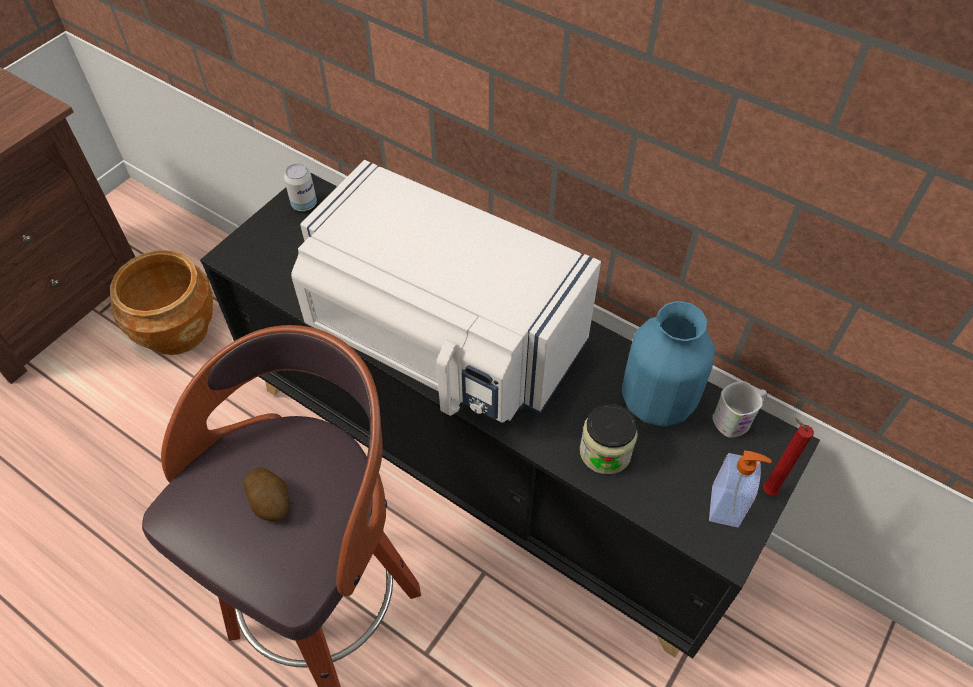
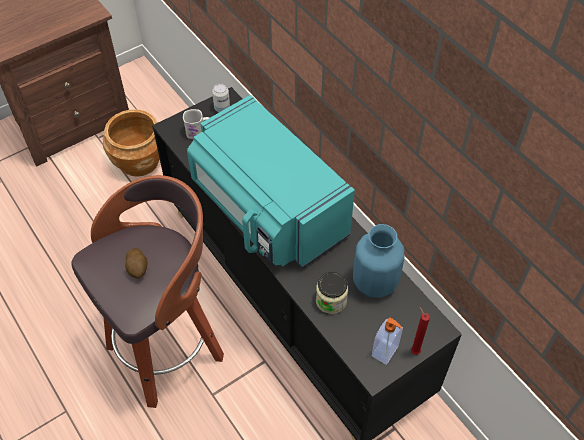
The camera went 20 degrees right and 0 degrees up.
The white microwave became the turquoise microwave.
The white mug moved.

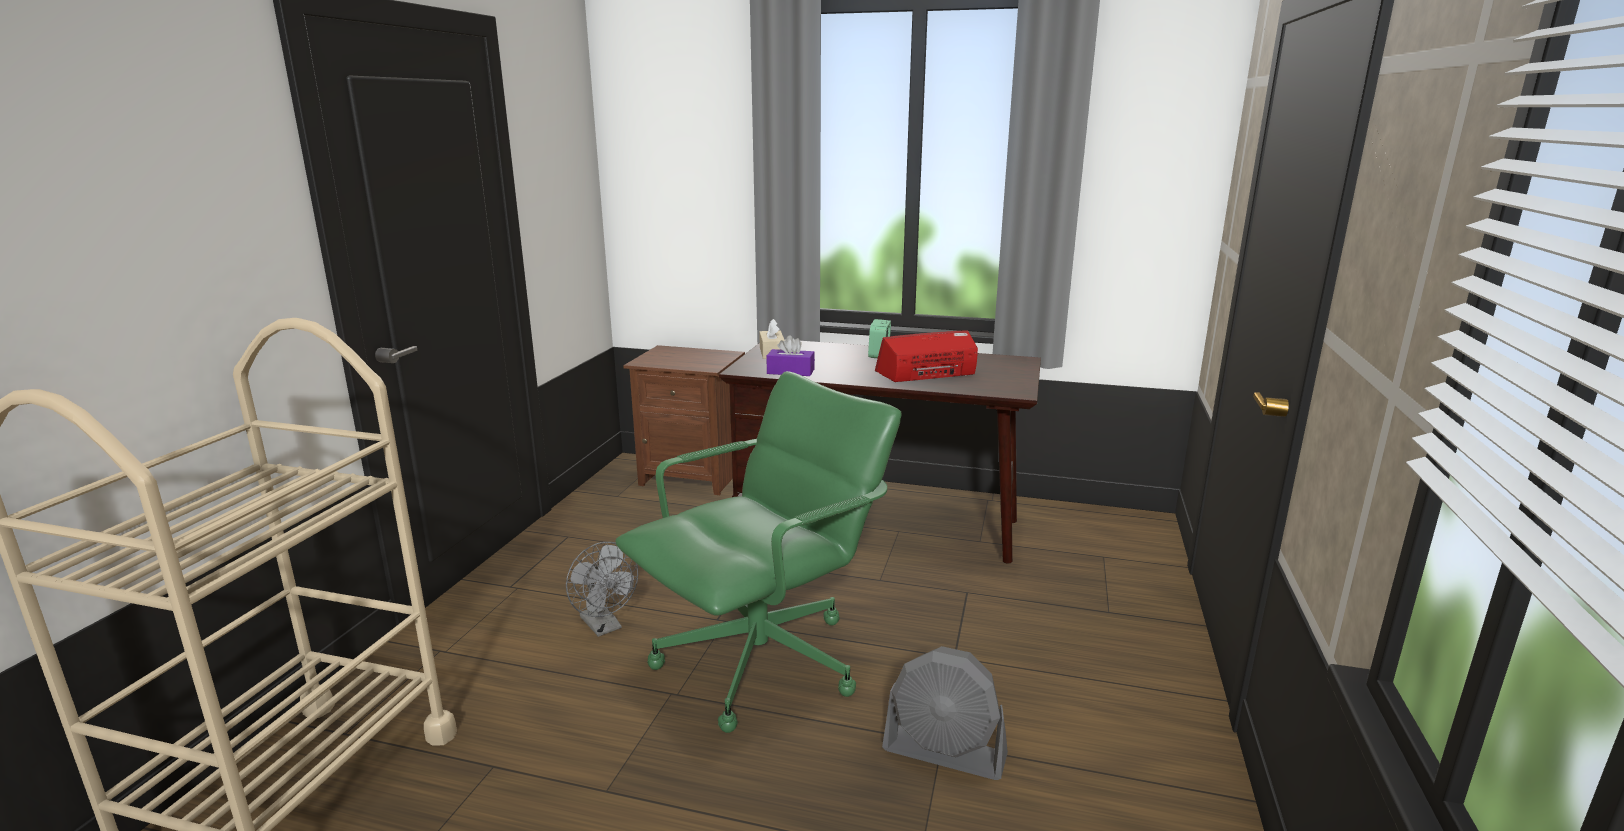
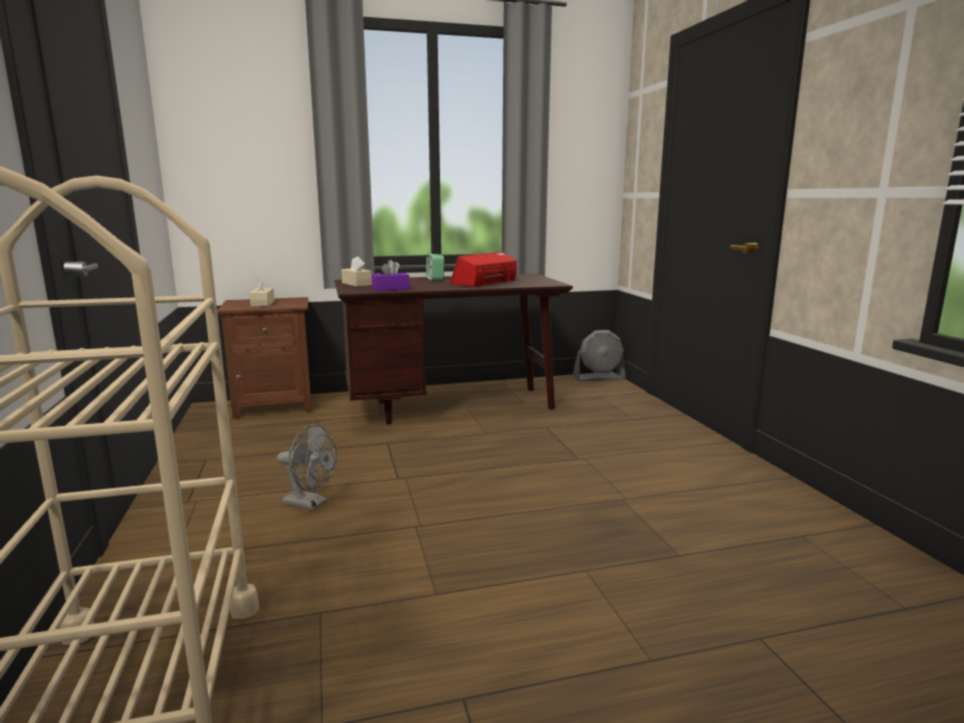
The camera went 30 degrees left and 5 degrees down.
The green office chair disappeared.
The grey fan (no. 2 from left) moved.
The beige tissue box (no. 1 from left) appeared.

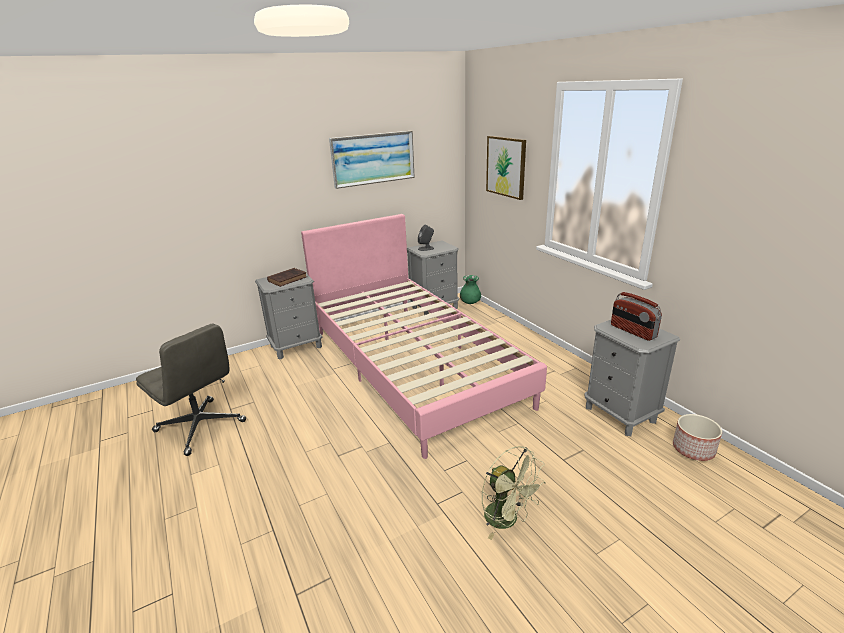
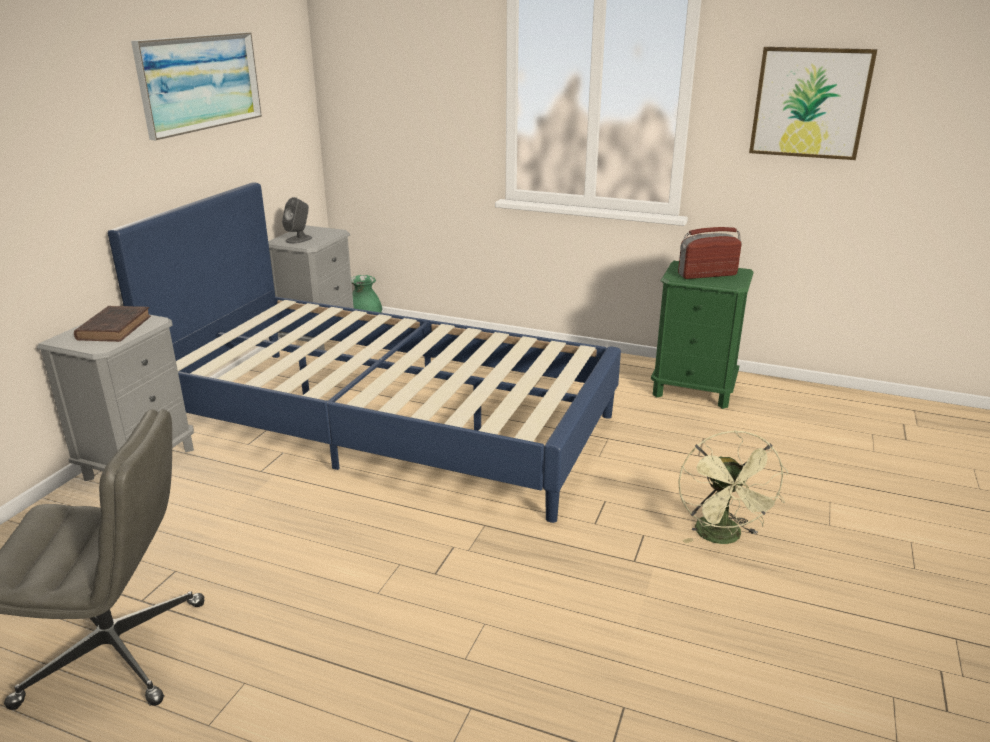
The camera went 40 degrees left and 0 degrees up.
The picture (no. 2 from left) moved.
The pink bed became the blue bed.
The radio turned 150 degrees clockwise.
The grey nightstand (no. 3 from left) became the green nightstand.
The planter disappeared.
The green fan turned 75 degrees clockwise.

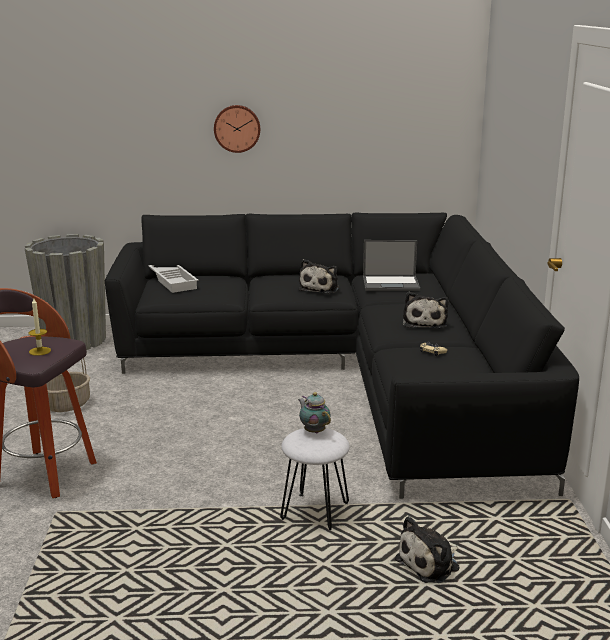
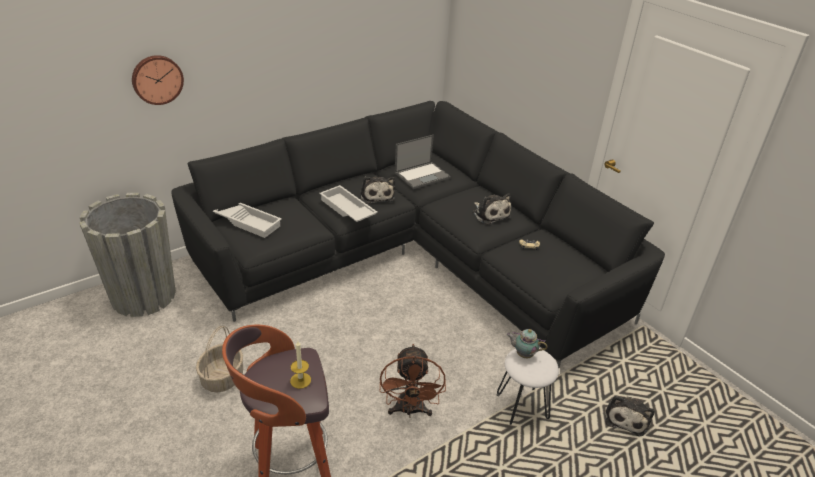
The camera went 35 degrees left and 15 degrees up.
The wall clock moved.
The white tray (no. 2 from left) appeared.
The brown fan appeared.

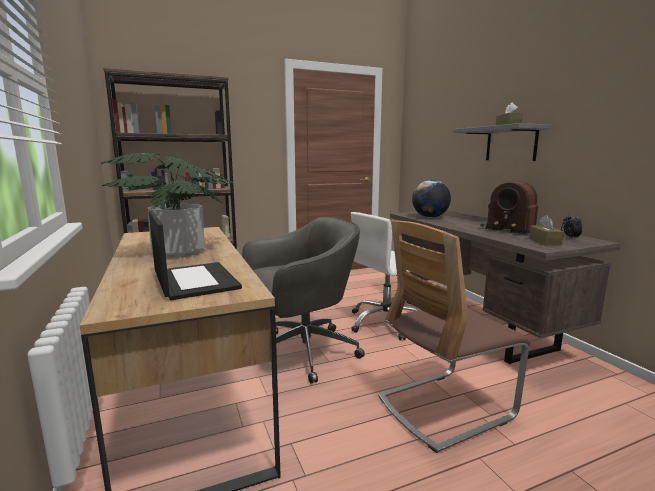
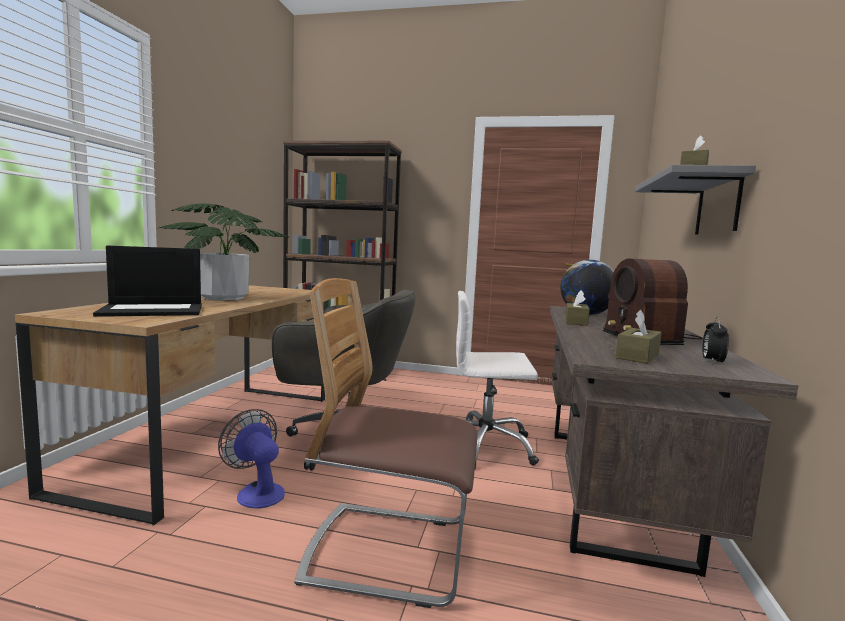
The camera went 35 degrees right and 5 degrees down.
The laptop turned 60 degrees clockwise.
The brown tissue box (no. 1 from left) appeared.
The fan appeared.

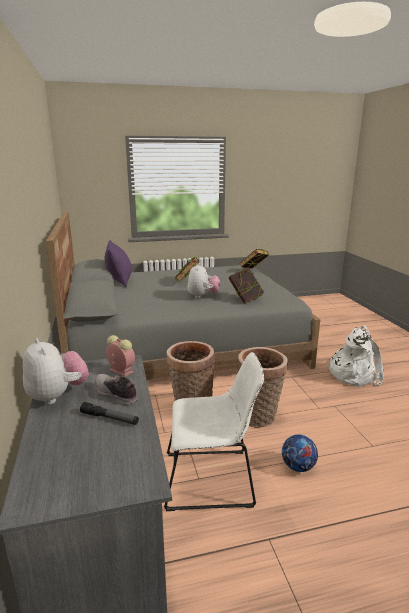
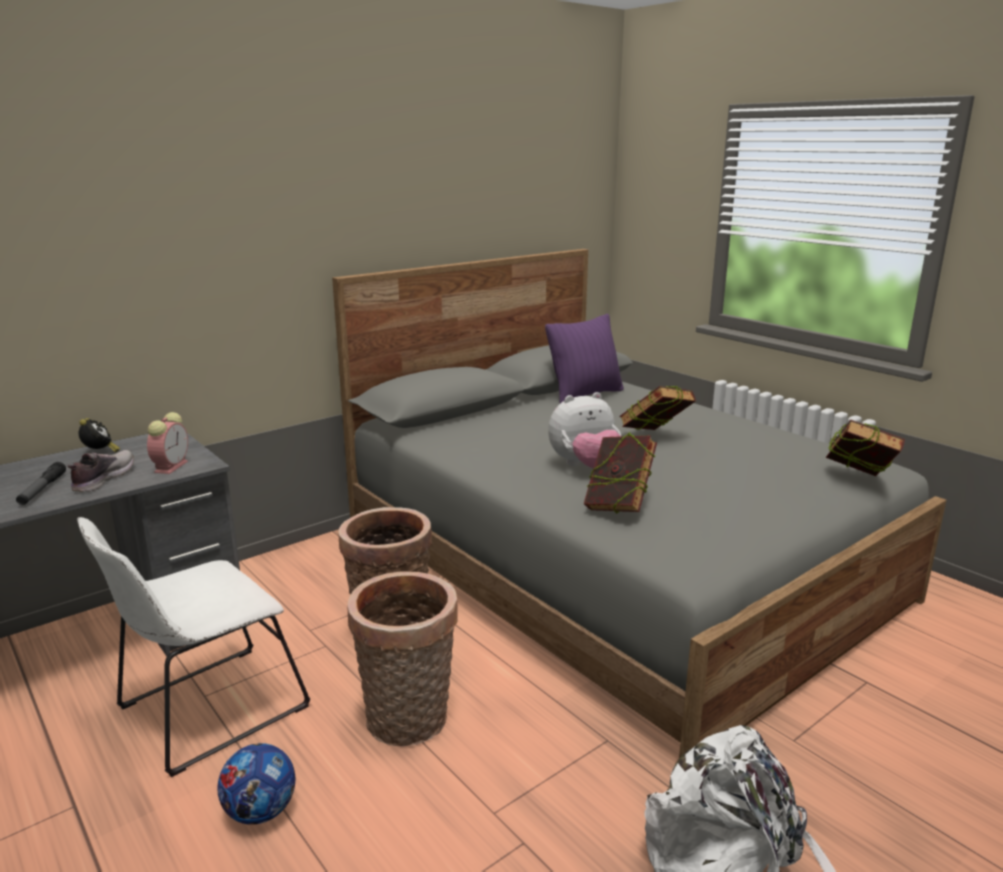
The camera went 65 degrees right and 0 degrees up.
The plush toy (no. 1 from left) was replaced by the alarm clock (no. 1 from left).
The white chair turned 75 degrees clockwise.

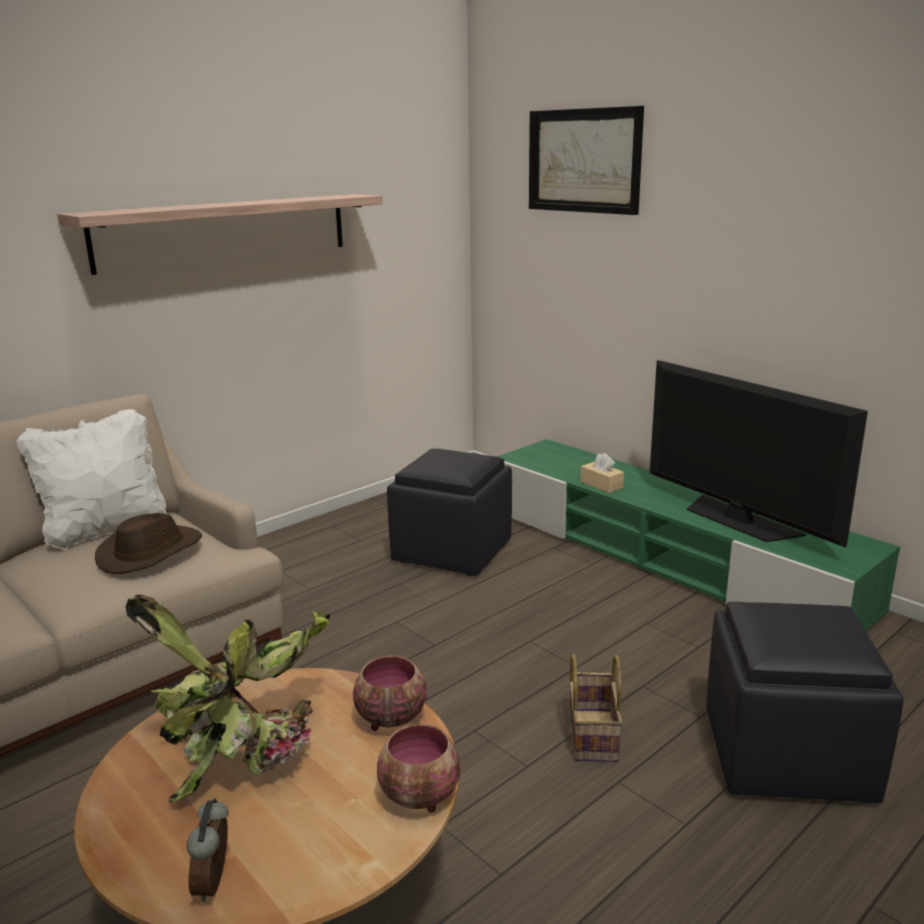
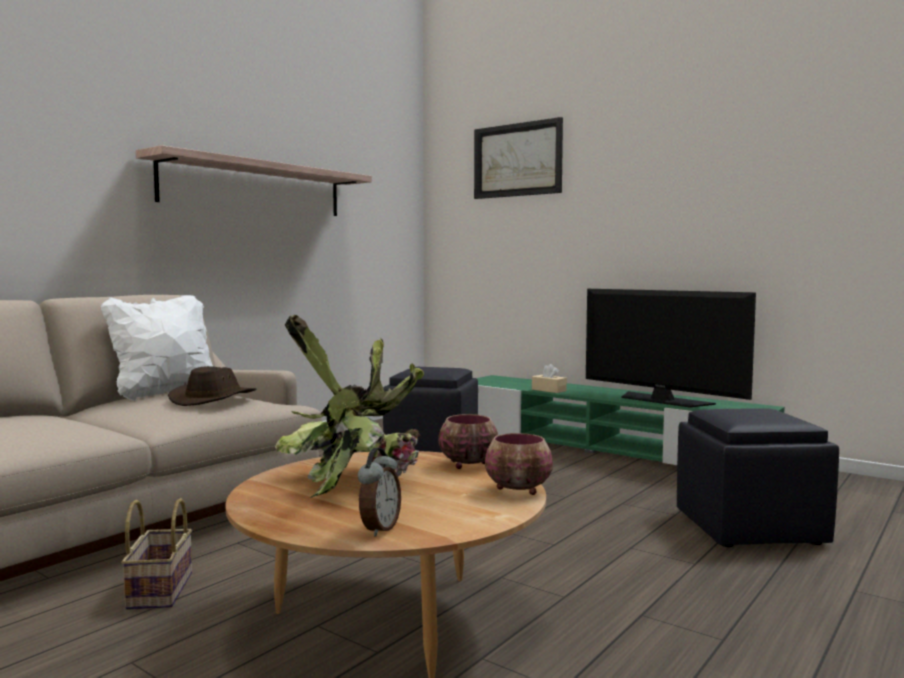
The camera went 10 degrees left and 15 degrees down.
The basket moved.
The alarm clock turned 150 degrees counterclockwise.

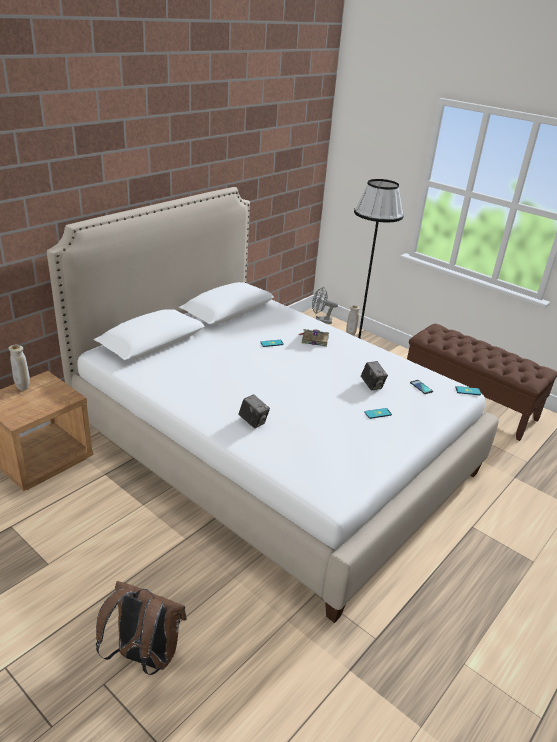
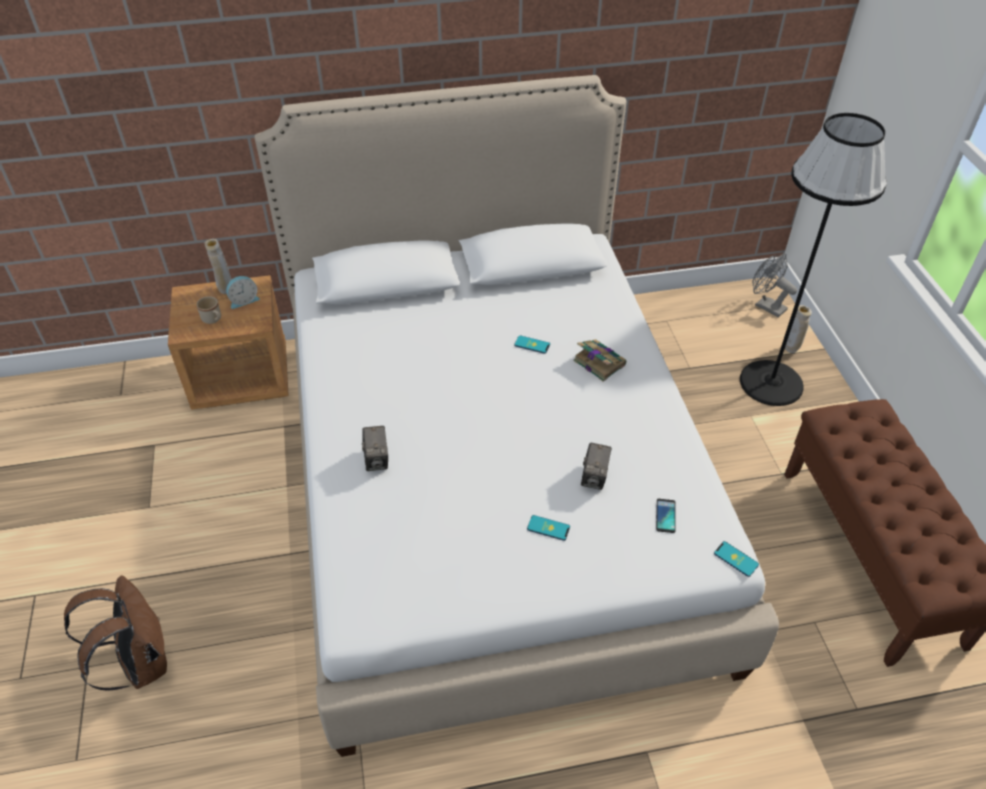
The camera went 40 degrees right and 15 degrees up.
The alarm clock appeared.
The beige mug appeared.

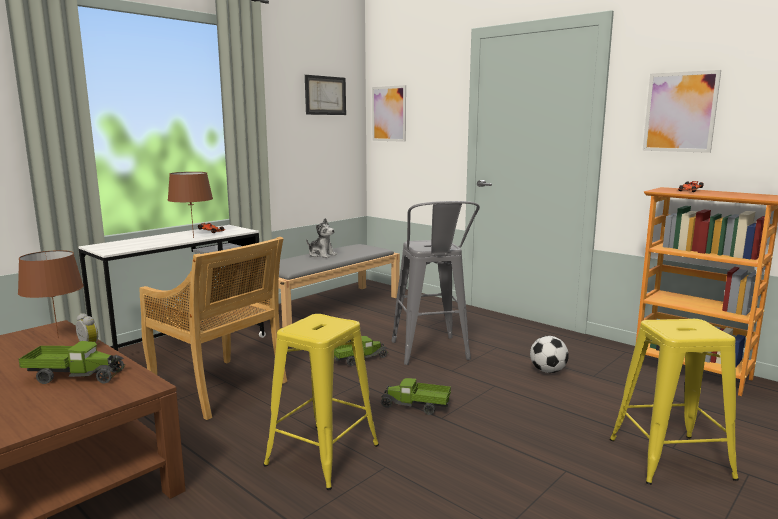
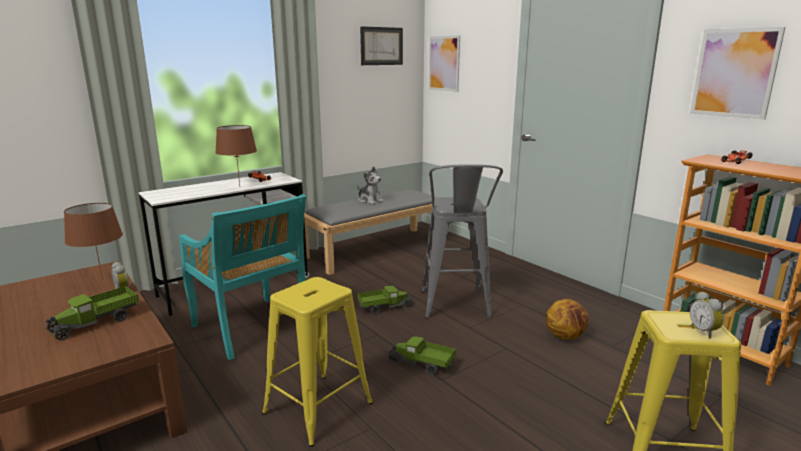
The camera went 10 degrees right and 5 degrees up.
The beige chair became the turquoise chair.
The football was replaced by the basketball.
The toy truck (no. 1 from left) turned 120 degrees clockwise.
The alarm clock (no. 2 from left) appeared.

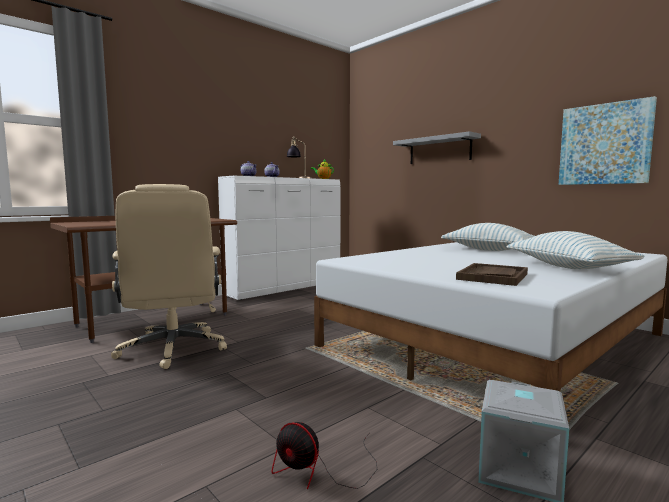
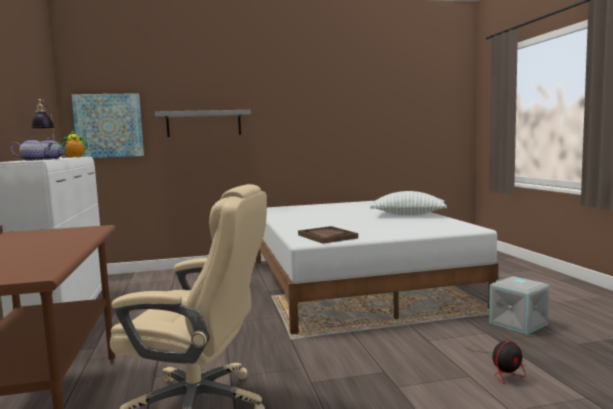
The camera went 60 degrees left and 0 degrees up.
The picture moved.
The pillow (no. 1 from left) disappeared.
The brown tray moved.

